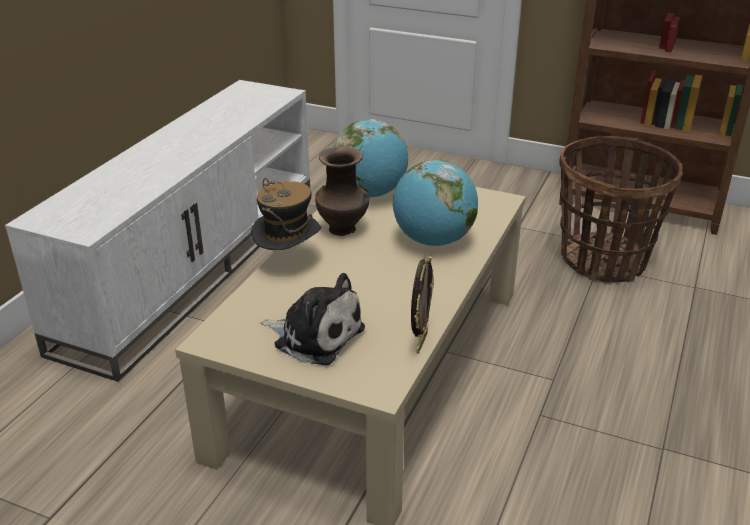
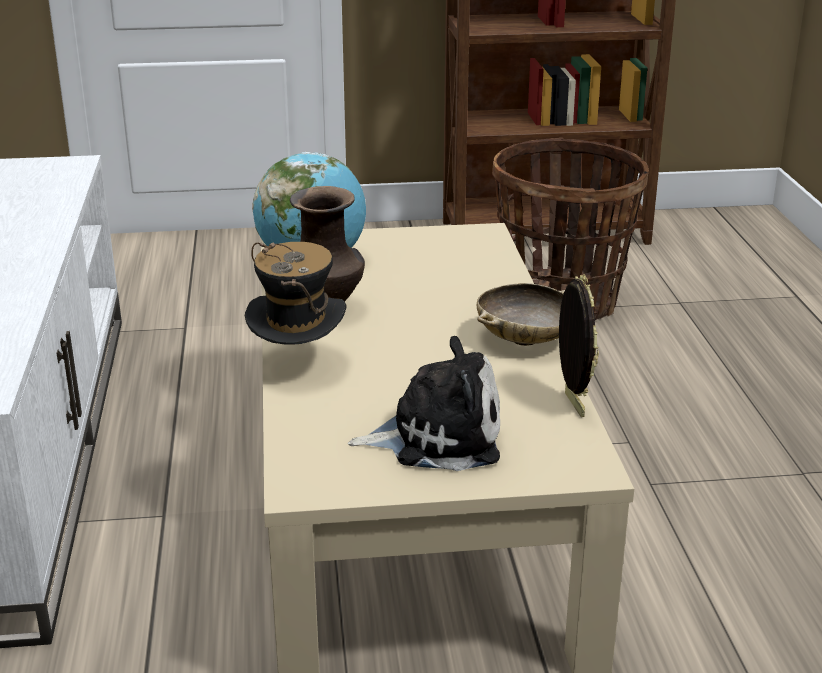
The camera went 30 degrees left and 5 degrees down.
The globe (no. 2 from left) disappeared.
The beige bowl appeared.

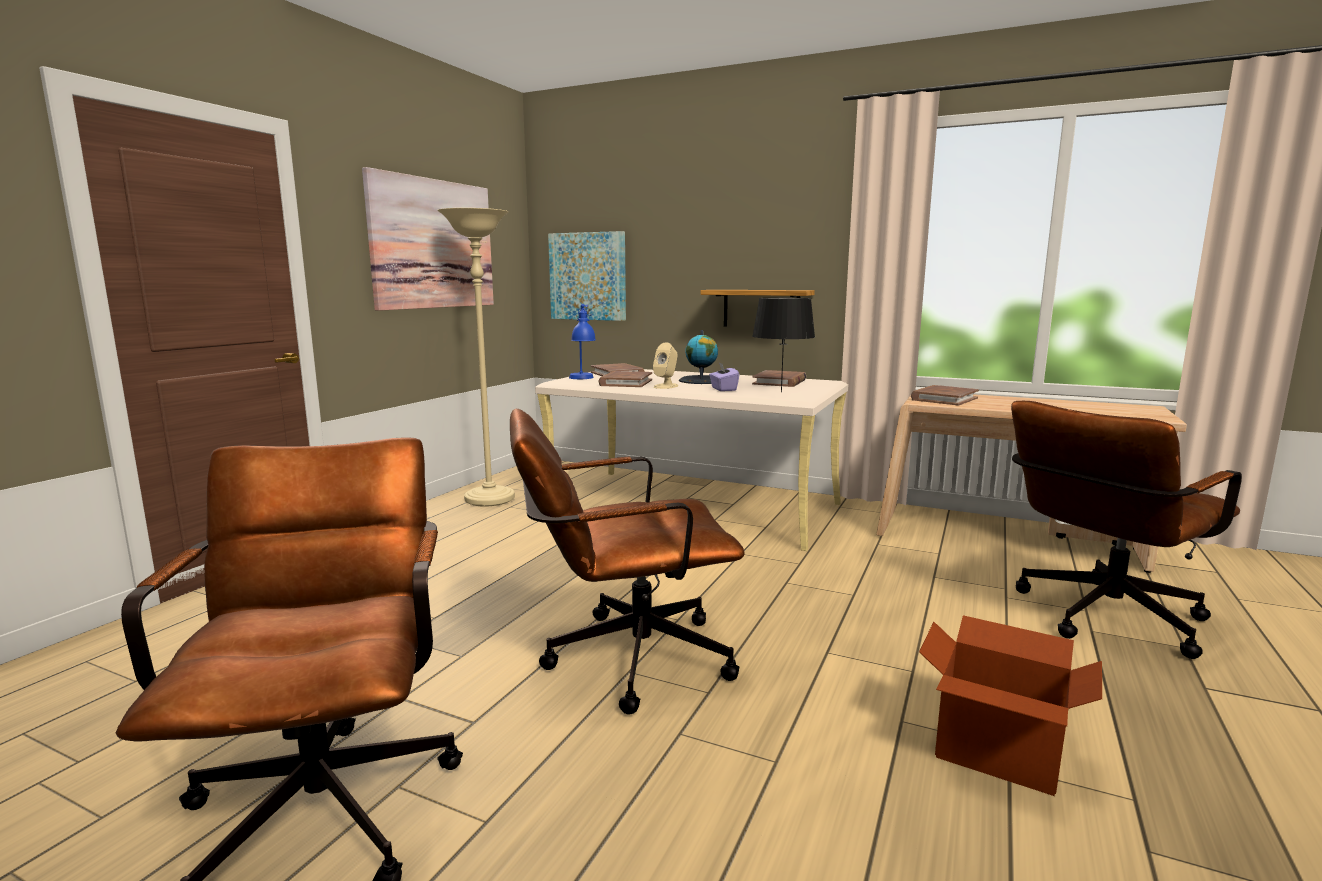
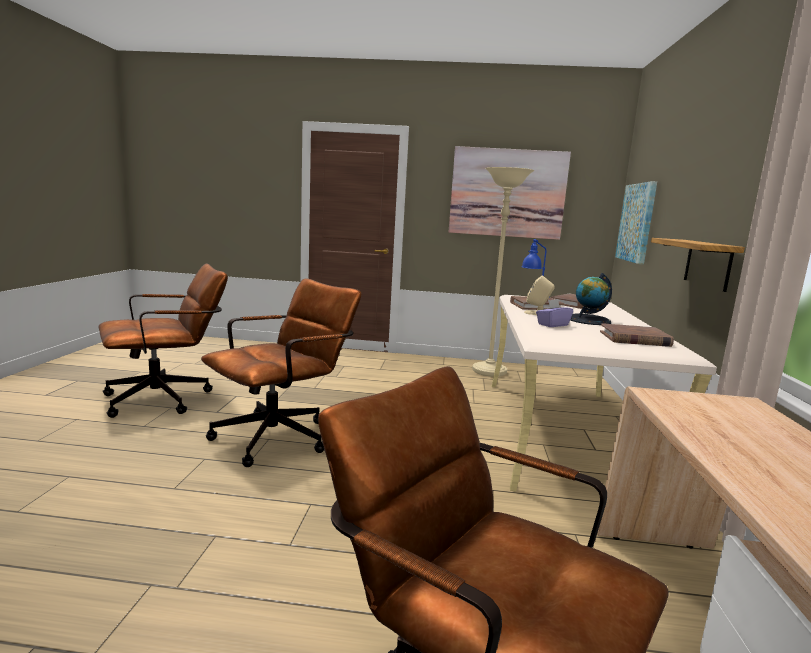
The camera went 70 degrees right and 0 degrees up.
The black table lamp disappeared.
The brown book (no. 4 from left) disappeared.
The brown office chair (no. 2 from left) turned 75 degrees clockwise.
The cardboard box disappeared.

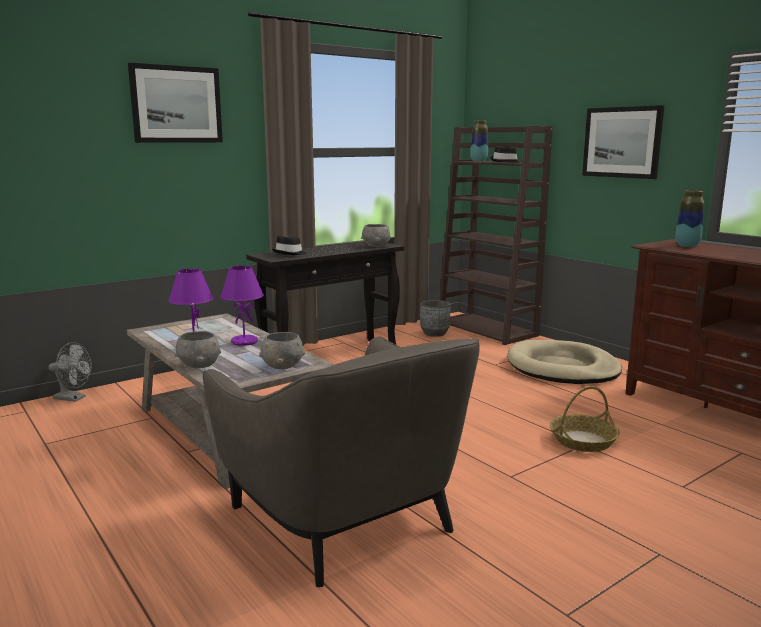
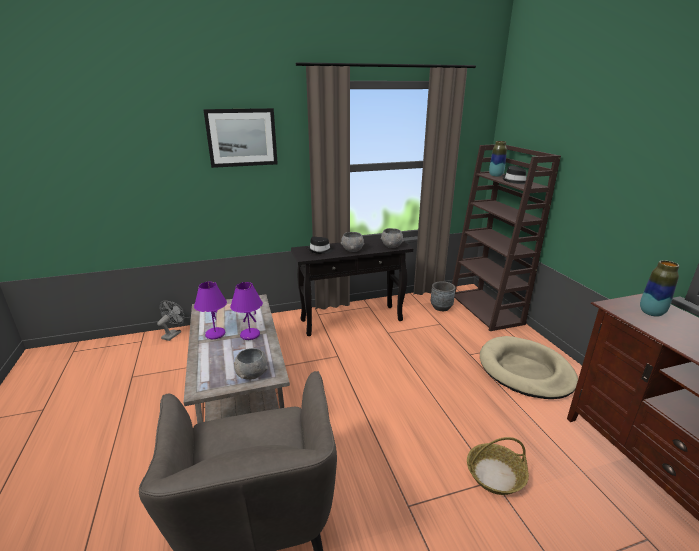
The camera went 20 degrees right and 10 degrees up.
The picture (no. 2 from left) disappeared.
The grey bowl (no. 1 from left in the first image) moved.
The grey fan turned 105 degrees counterclockwise.

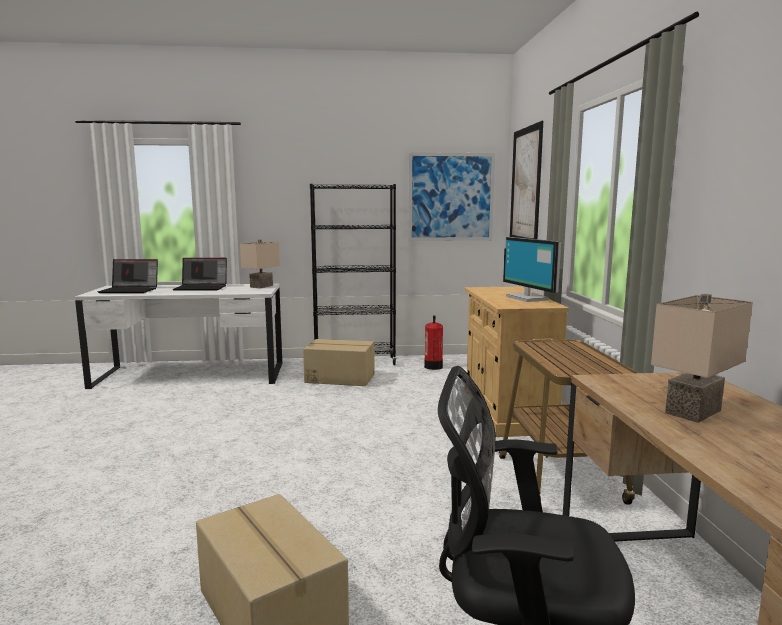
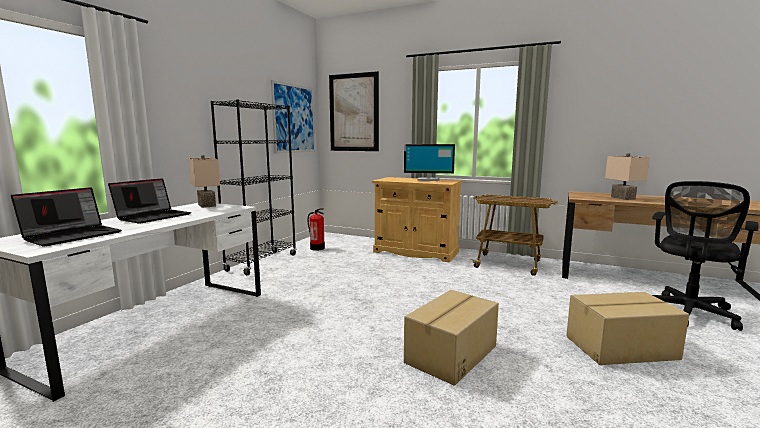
The camera went 60 degrees left and 0 degrees up.
The cardboard box (no. 2 from left in the first image) moved.

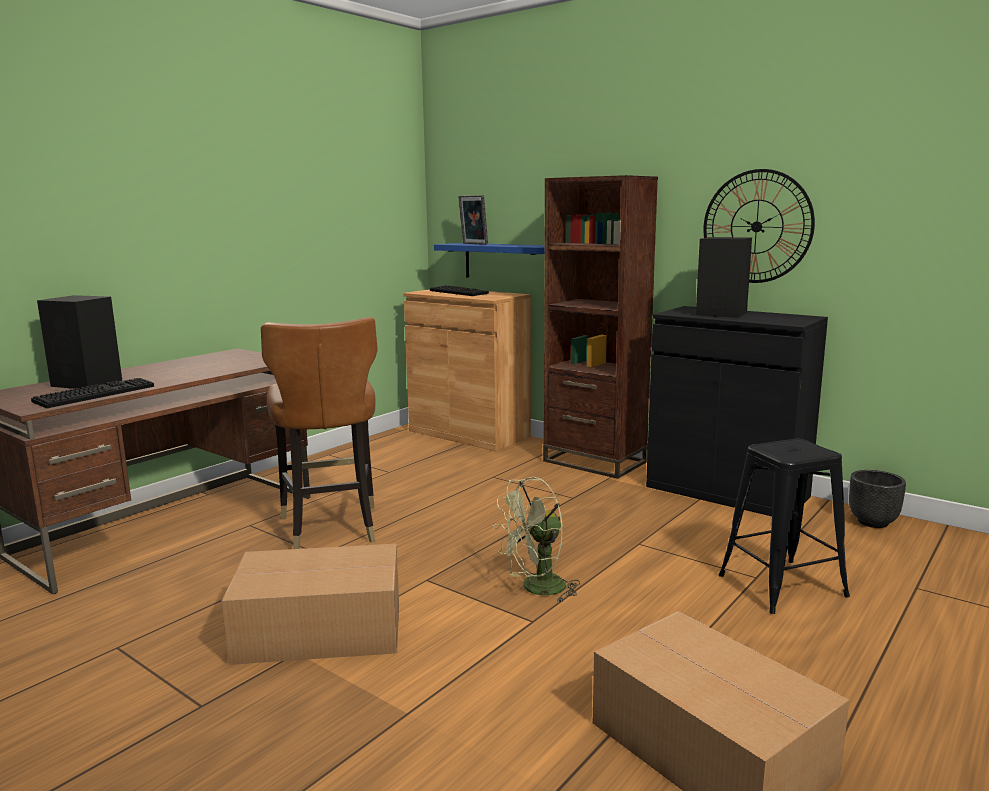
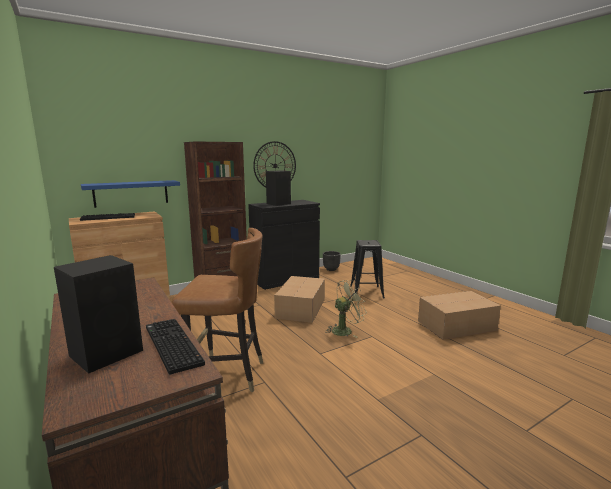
The camera went 70 degrees left and 0 degrees up.
The picture frame disappeared.
The green fan turned 105 degrees counterclockwise.
The cardboard box (no. 1 from left) moved.

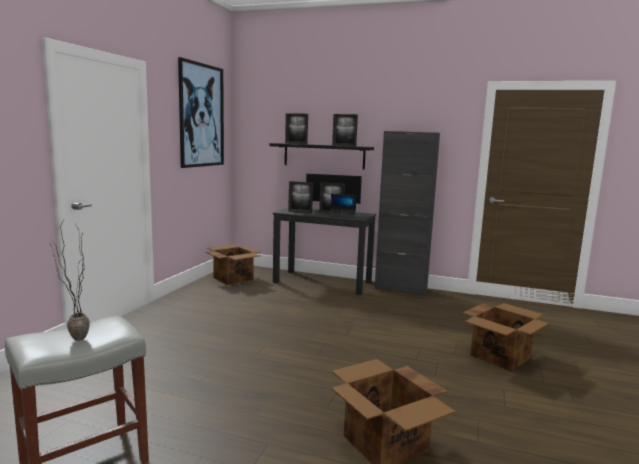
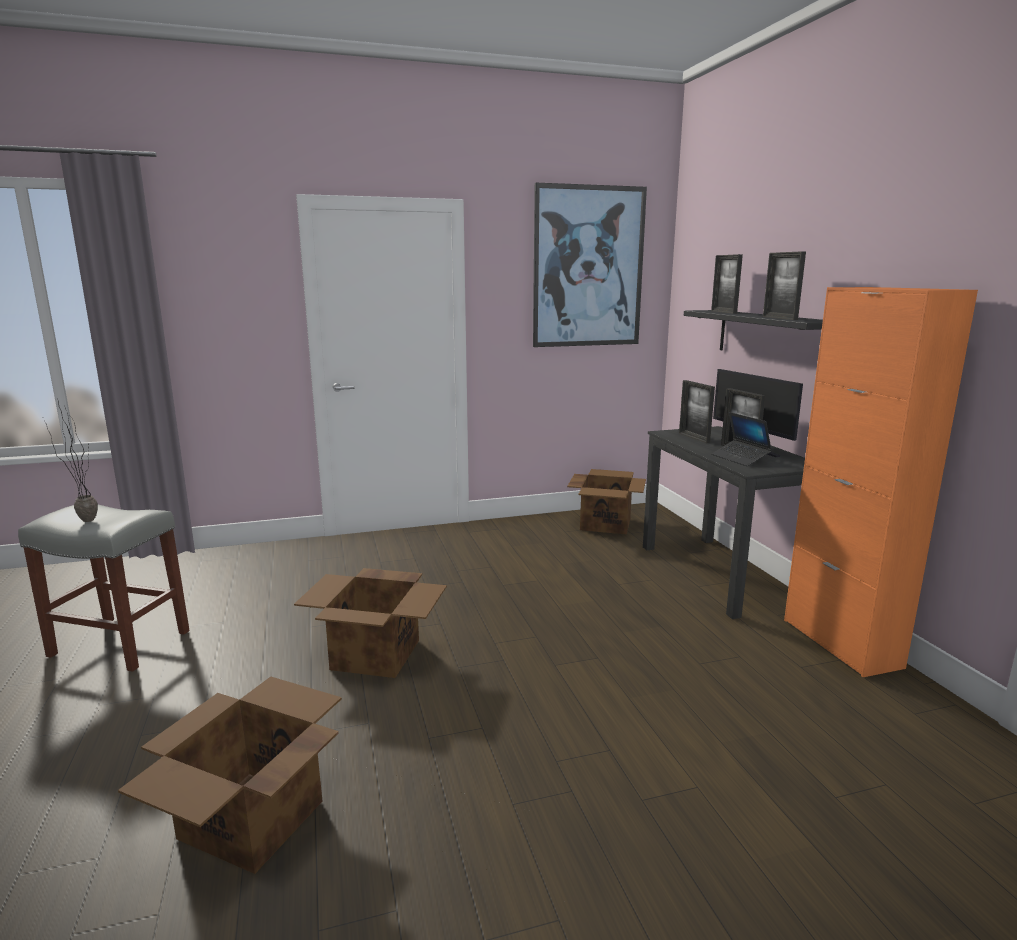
The camera went 55 degrees right and 5 degrees up.
The black cabinet became the orange cabinet.
The cardboard box (no. 3 from left in the first image) moved.

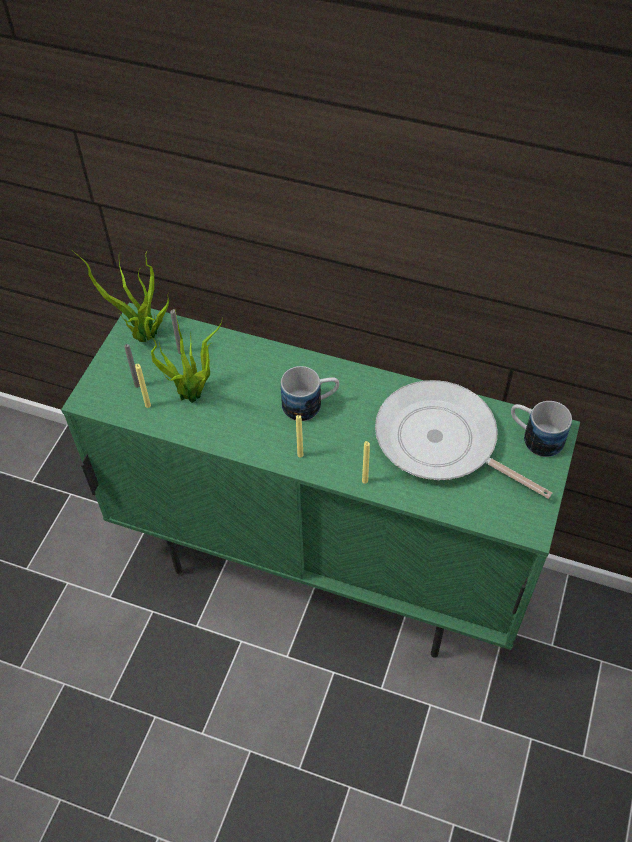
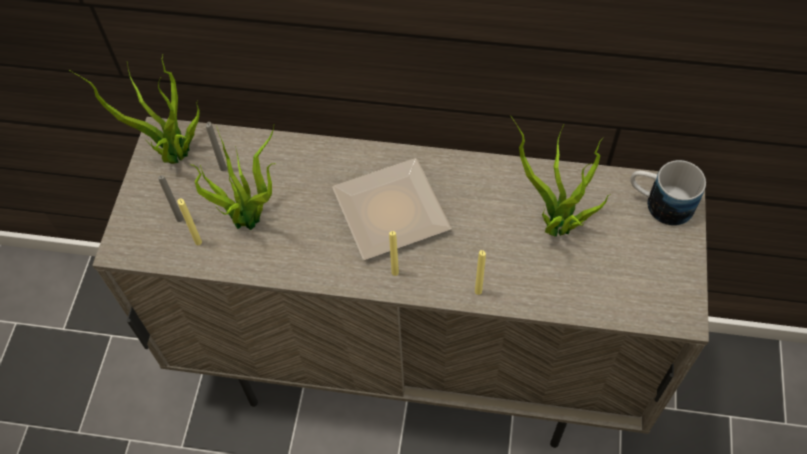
The camera went 10 degrees left and 5 degrees up.
The green cabinet became the beige cabinet.
The mug (no. 1 from left) was replaced by the plate.
The frying pan was replaced by the potted plant (no. 3 from left).

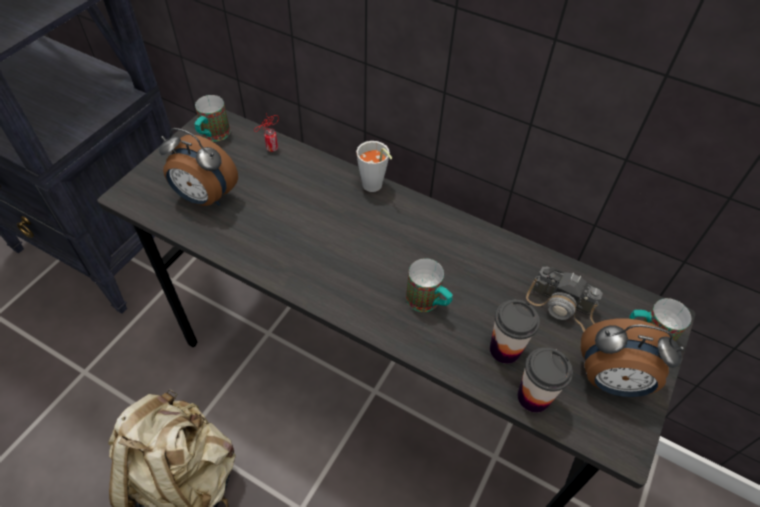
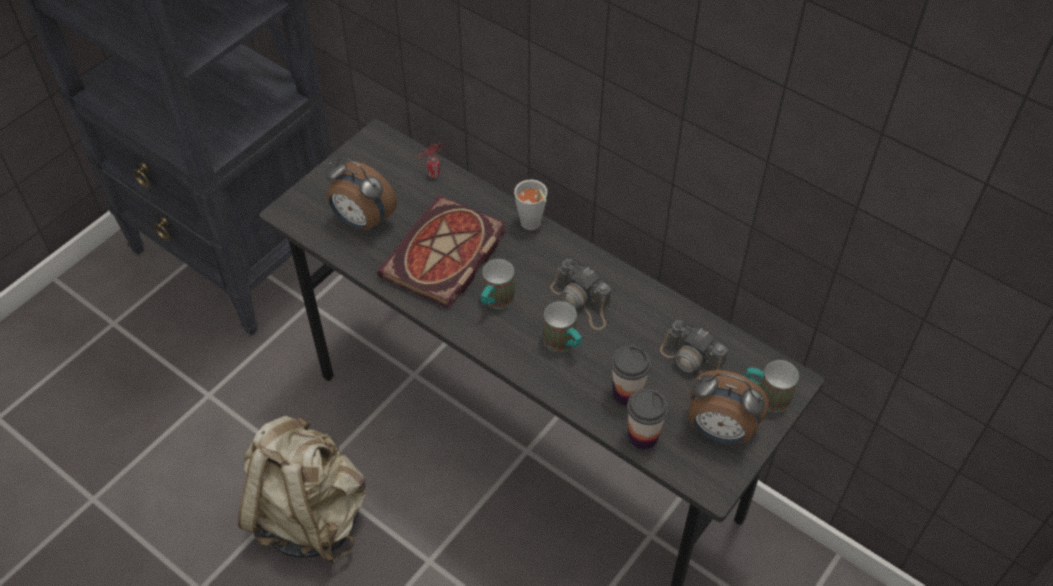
The camera went 10 degrees right and 0 degrees up.
The mug (no. 1 from left) moved.
The book appeared.
The photo camera (no. 1 from left) appeared.

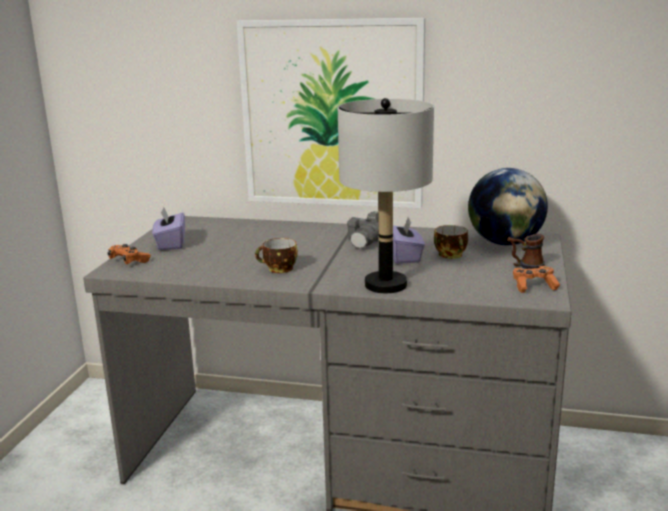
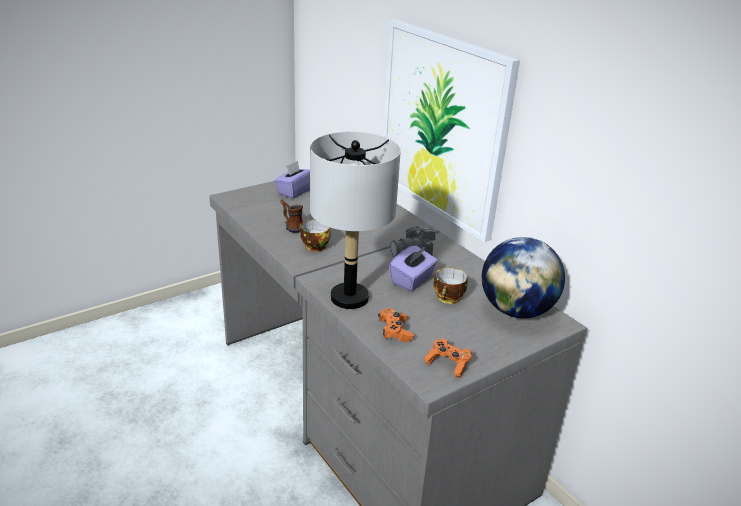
The camera went 40 degrees right and 10 degrees up.
The mug moved.
The orange game controller (no. 1 from left) moved.

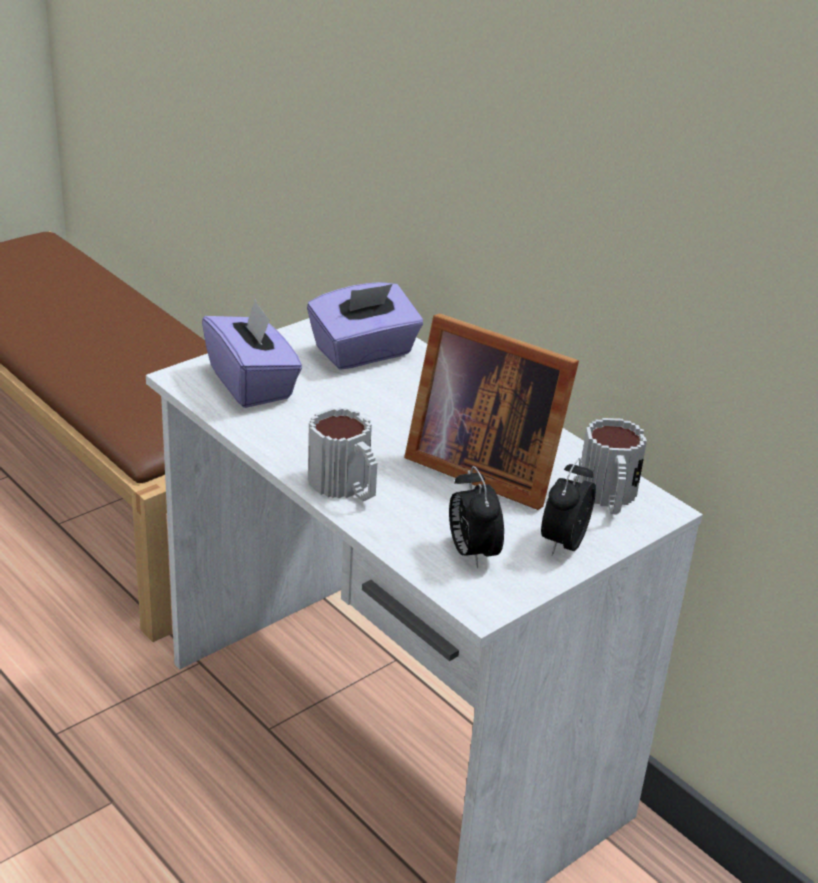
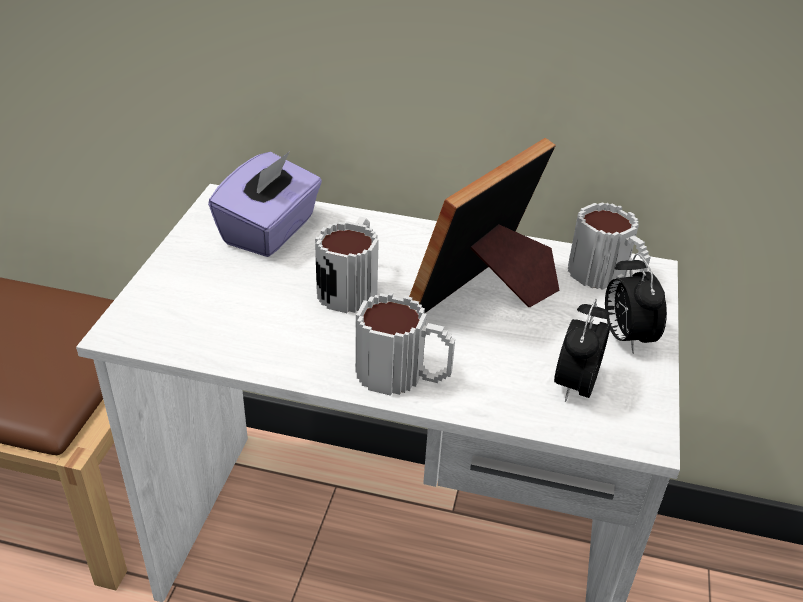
The camera went 35 degrees left and 5 degrees up.
The purple tissue box (no. 1 from left) disappeared.
The picture frame turned 135 degrees clockwise.
The alarm clock (no. 1 from left) turned 75 degrees clockwise.
The mug (no. 1 from left) appeared.

